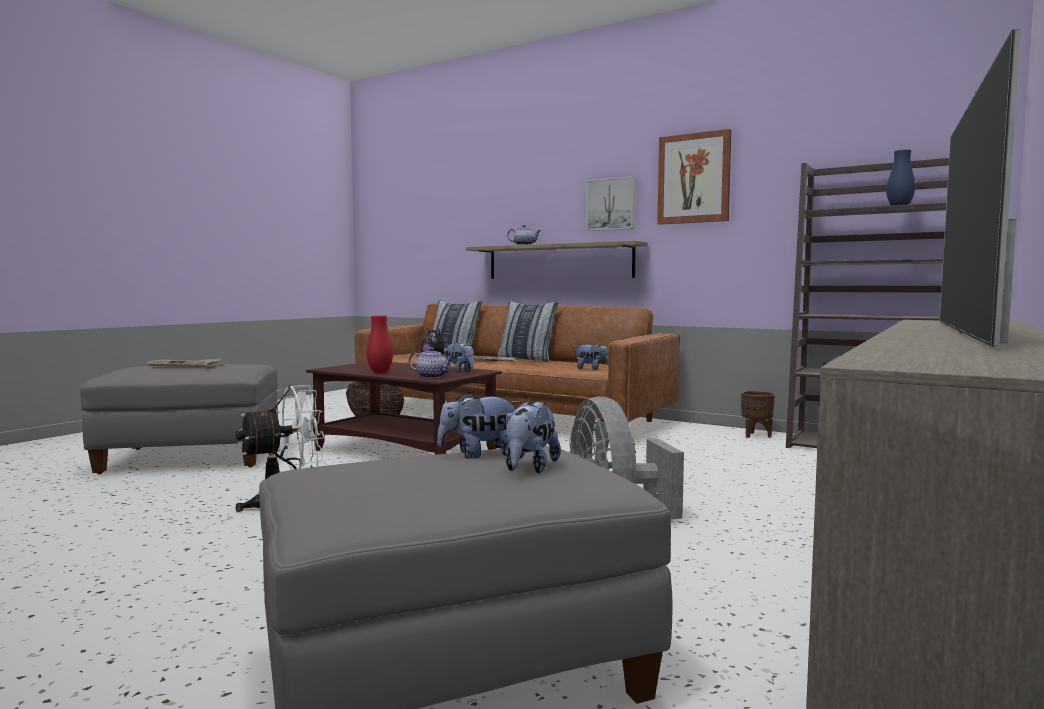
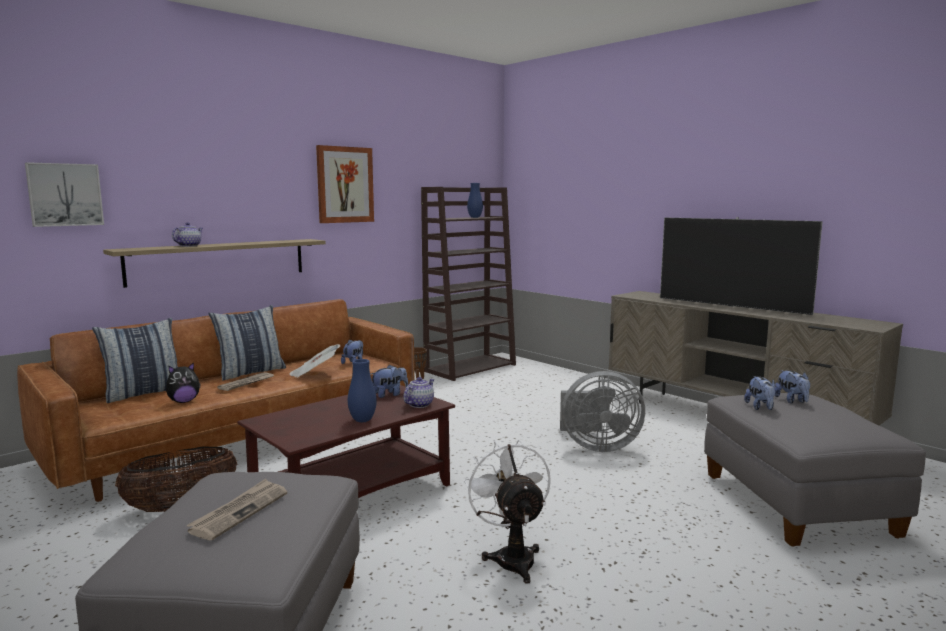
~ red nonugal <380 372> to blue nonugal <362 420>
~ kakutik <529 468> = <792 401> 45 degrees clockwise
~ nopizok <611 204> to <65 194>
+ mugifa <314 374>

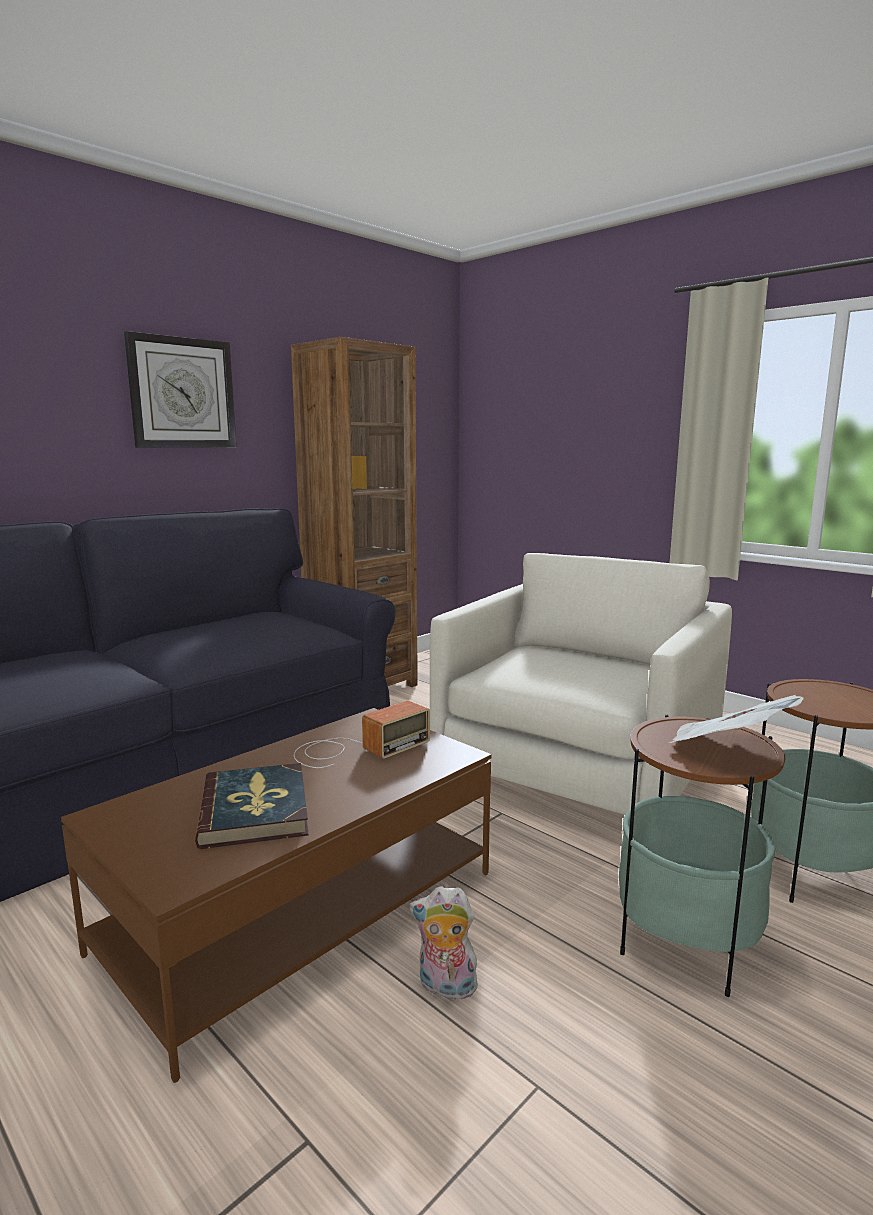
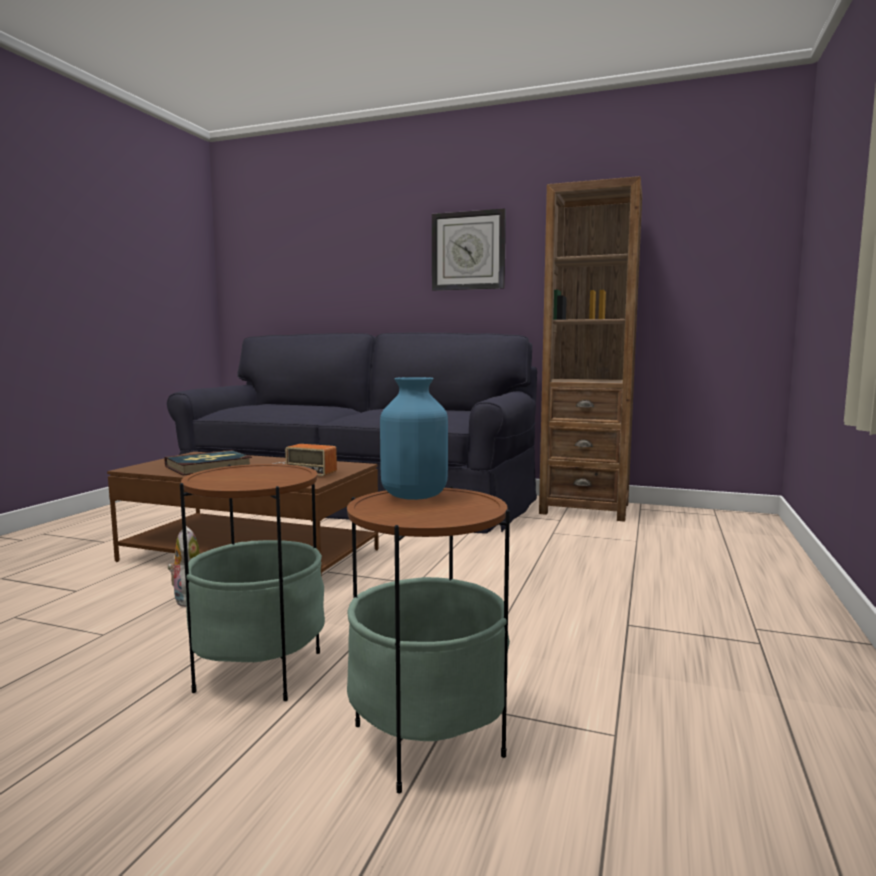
- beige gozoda <577 773>
- mugifa <727 749>
+ blue nonugal <415 496>

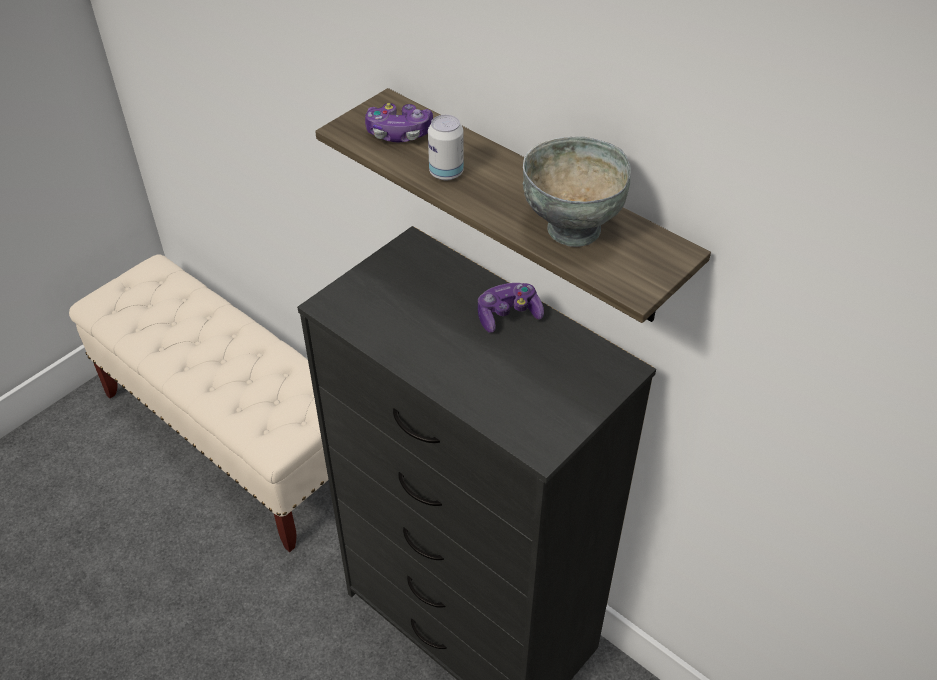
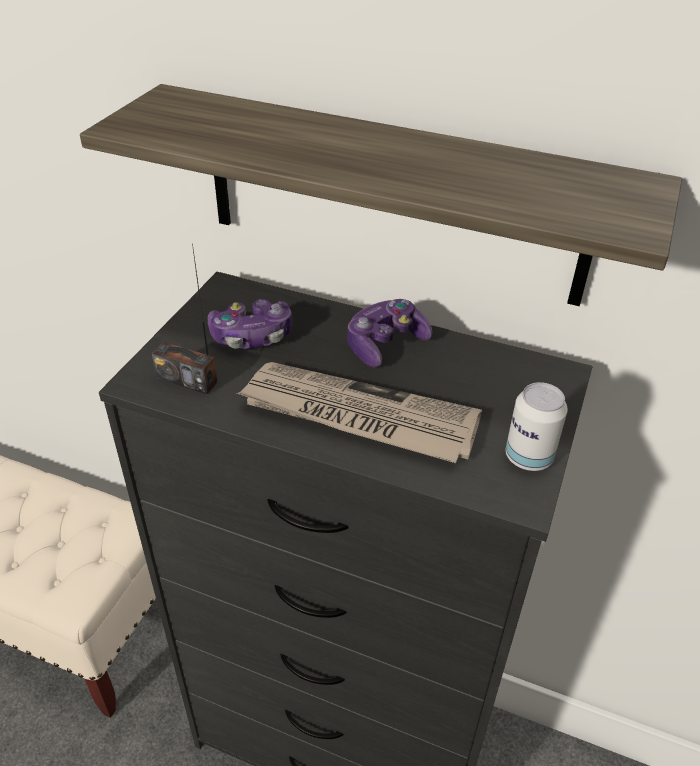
~ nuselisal <399 133> to <252 336>
~ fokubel <446 173> to <528 457>
- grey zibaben <571 230>
+ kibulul <187 380>
+ mugifa <357 416>

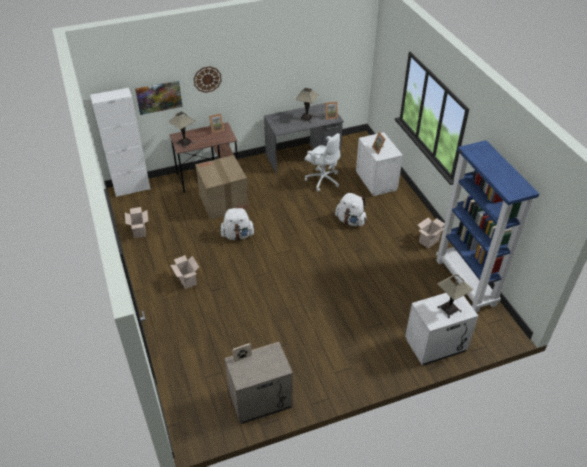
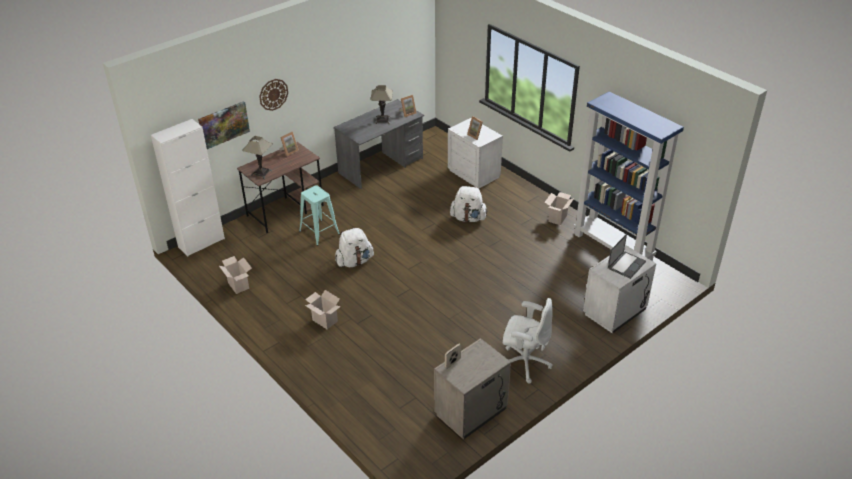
~ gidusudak <223 202> to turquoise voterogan <319 232>
~ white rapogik <322 180> to <524 363>
~ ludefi <449 309> to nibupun <626 264>

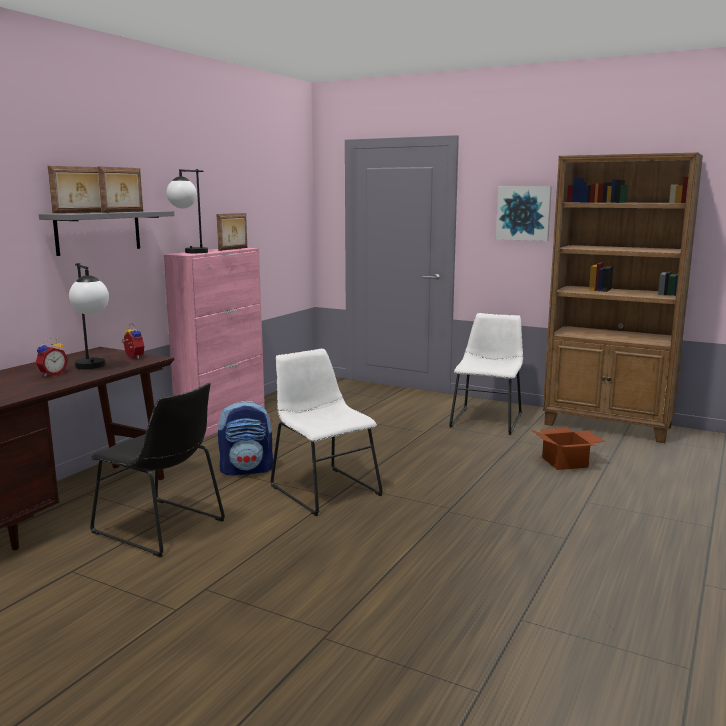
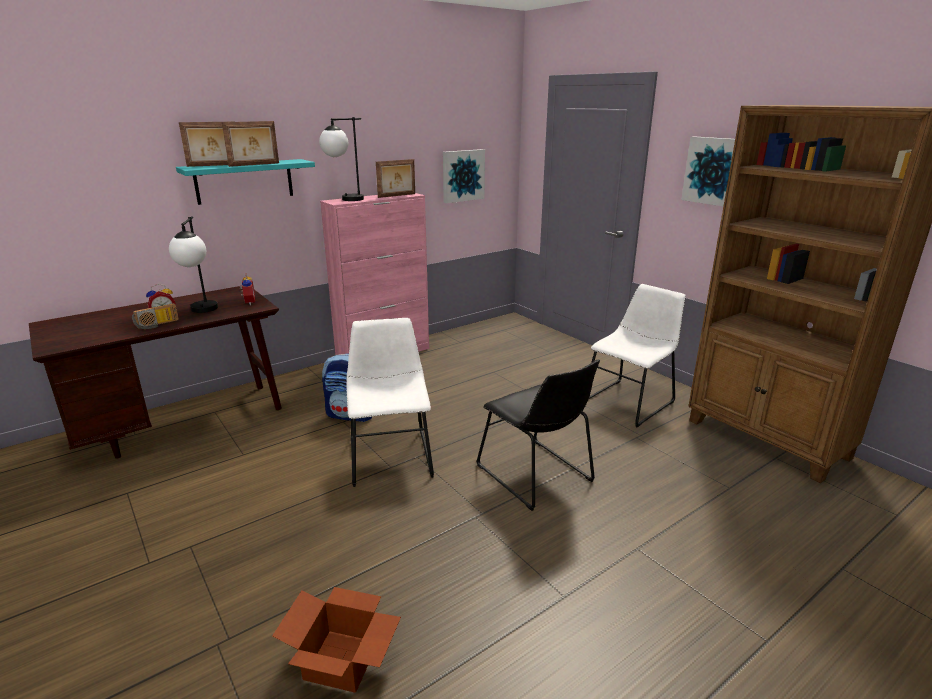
~ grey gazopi <98 232> to turquoise gazopi <244 181>
~ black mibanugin <163 528> to <537 476>
~ gidusudak <566 462> to <343 662>
+ kibulul <157 325>
+ nopizok <463 175>

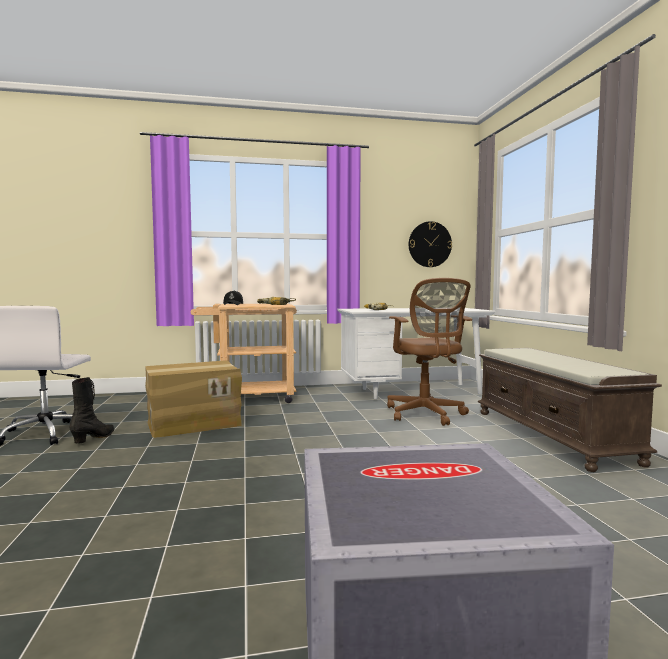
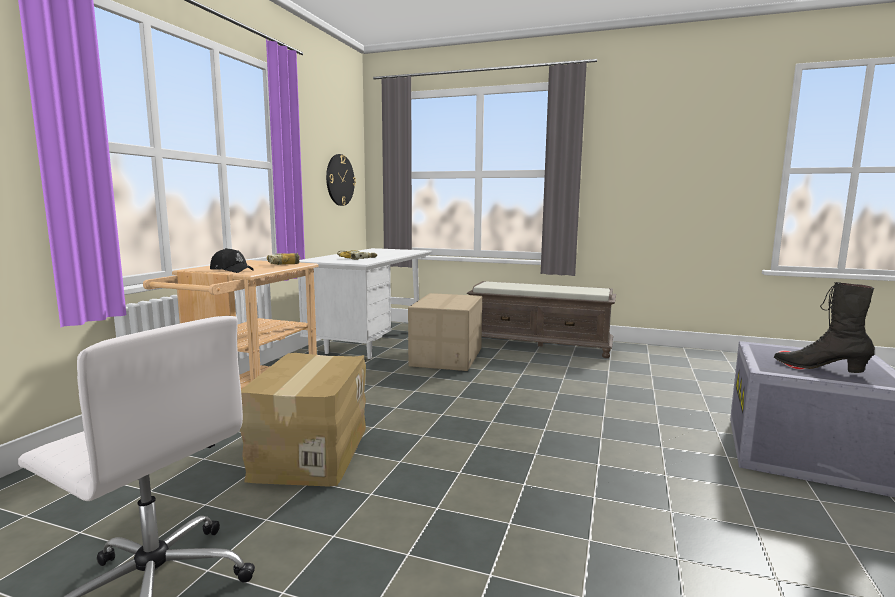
~ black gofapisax <94 438> to <819 368>
~ brown rapogik <426 414> to gidusudak <447 357>

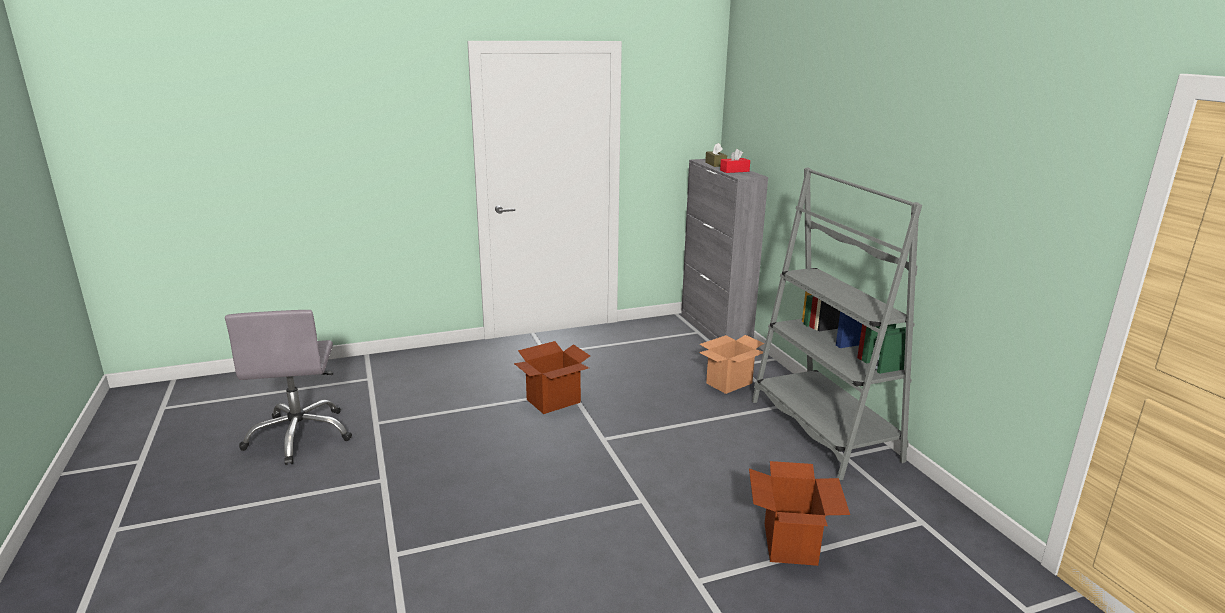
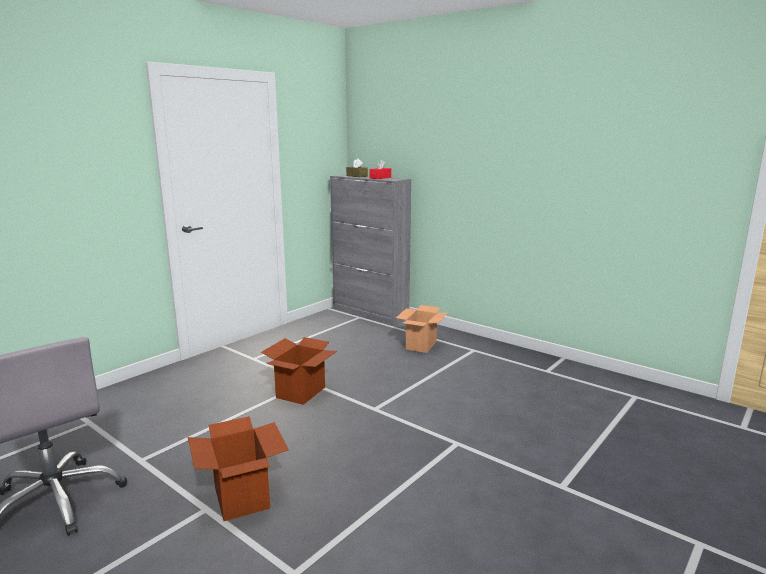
~ gidusudak <790 544> to <242 498>
- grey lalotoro <823 430>

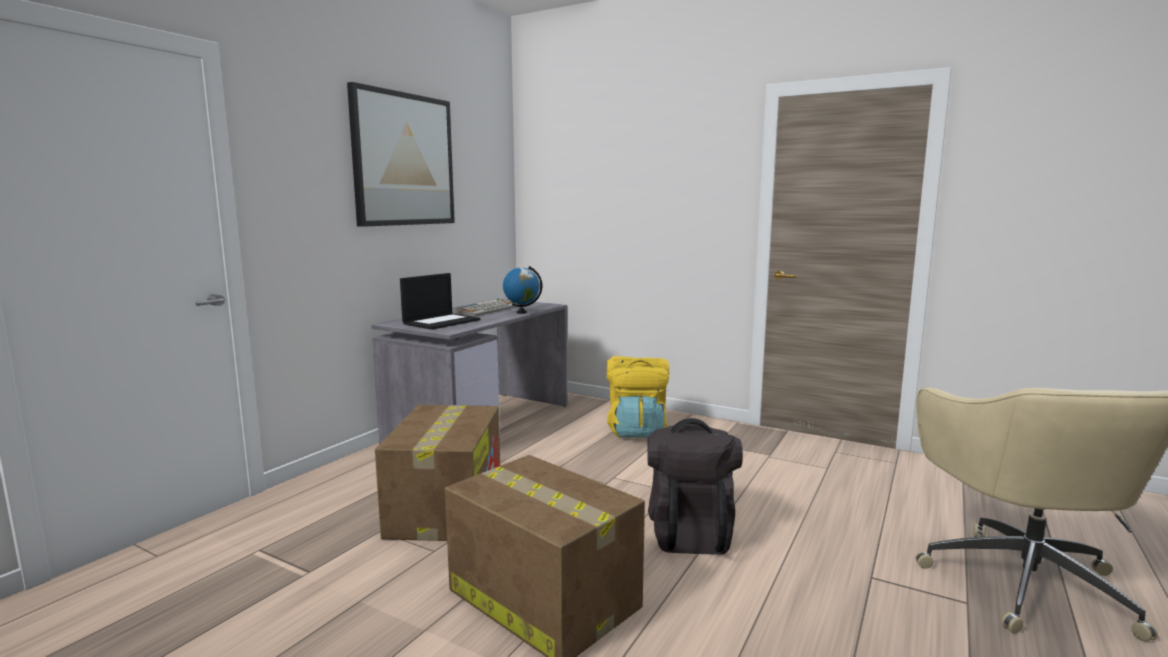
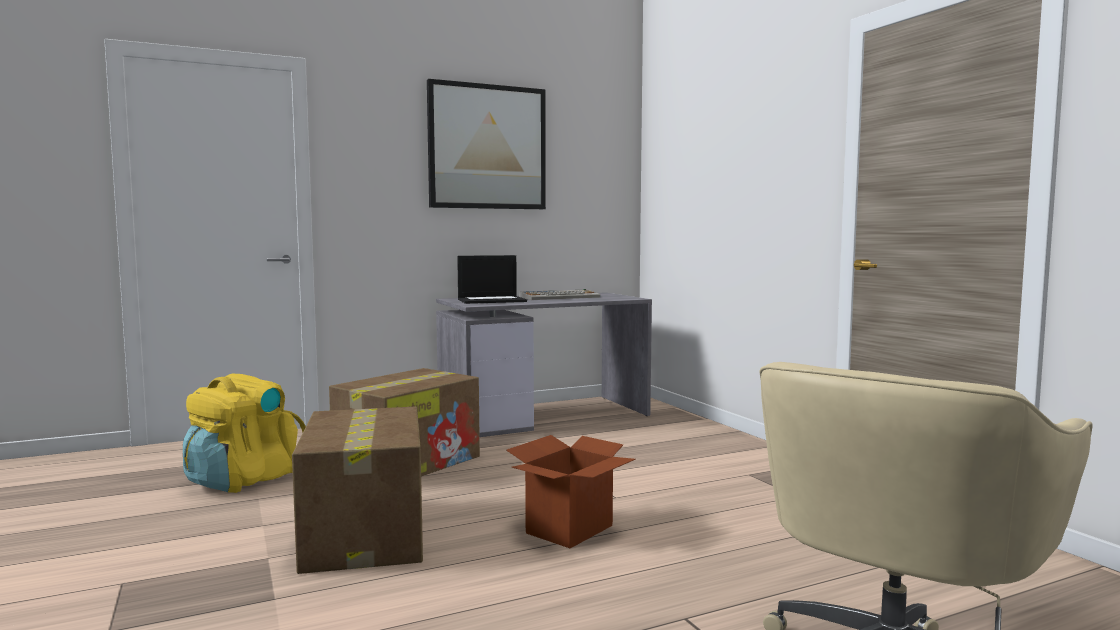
- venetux <521 312>
~ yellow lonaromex <637 431> to <243 480>
~ black lonaromex <689 532> to gidusudak <569 529>

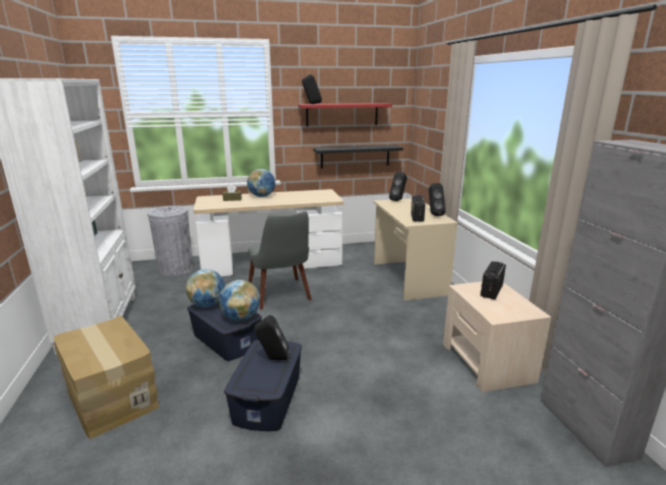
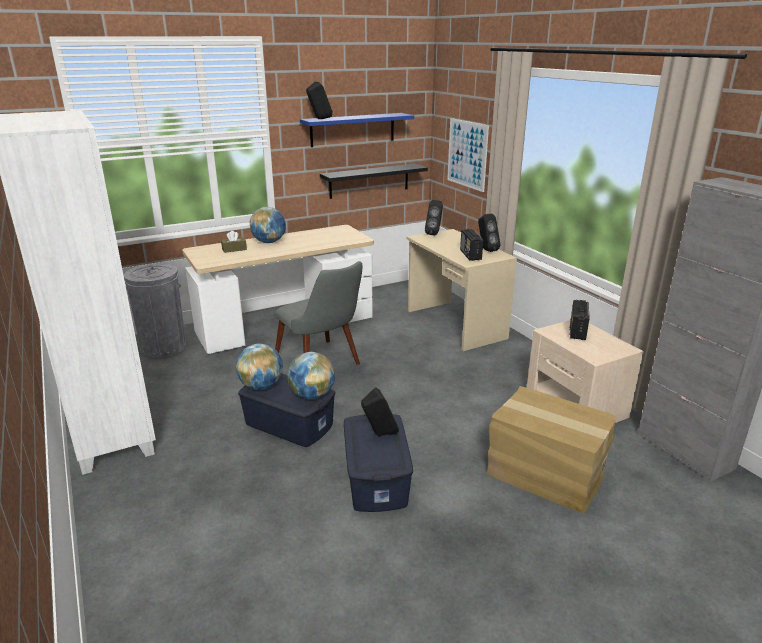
~ gidusudak <110 397> to <545 474>
~ red gazopi <342 114> to blue gazopi <352 129>
+ nopizok <467 154>

